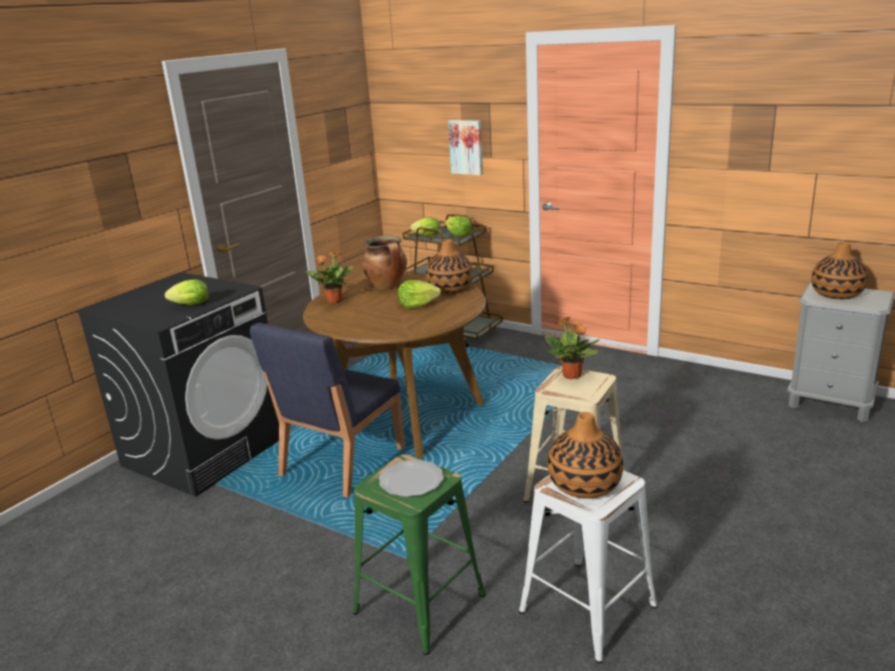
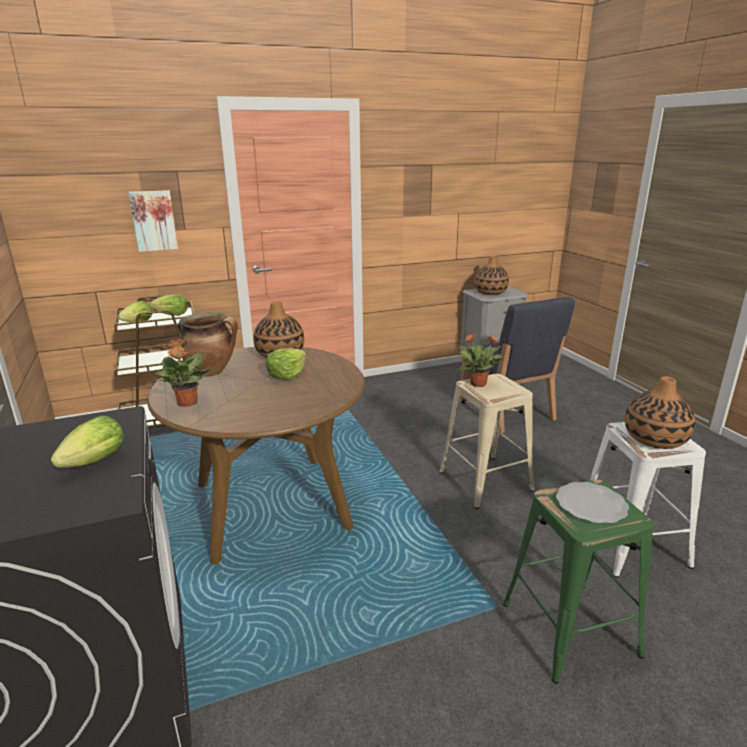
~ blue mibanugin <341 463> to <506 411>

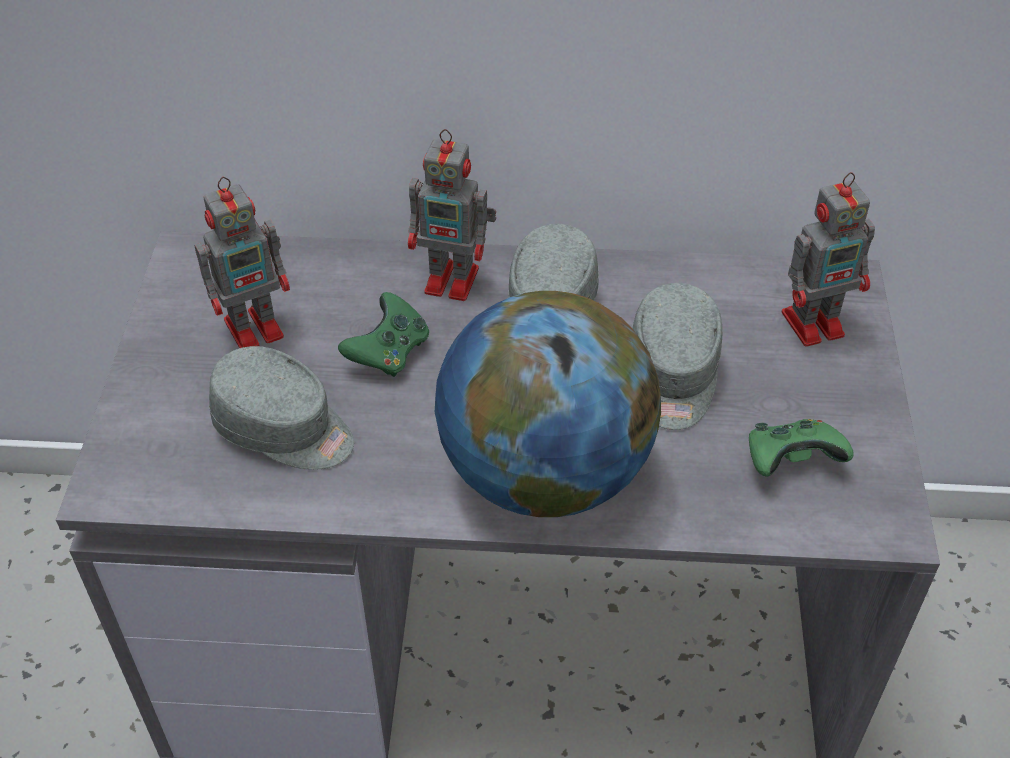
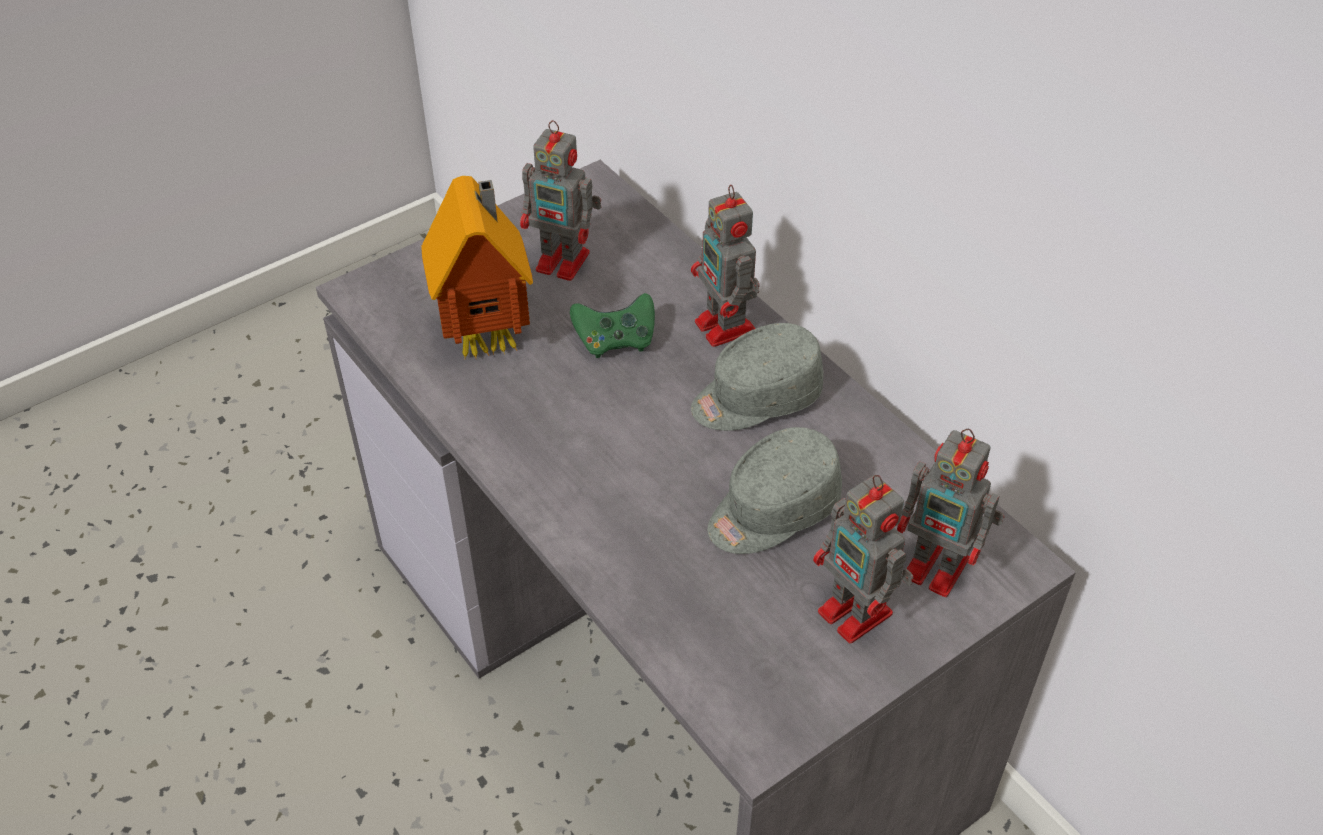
~ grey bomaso <285 430> to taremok <490 337>
- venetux <544 473>
- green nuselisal <791 462>
+ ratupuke <857 615>

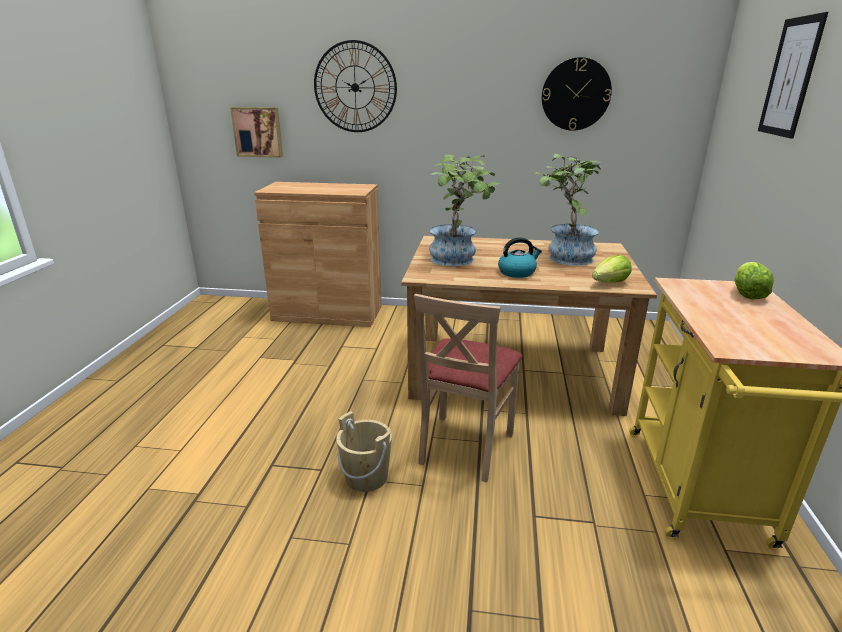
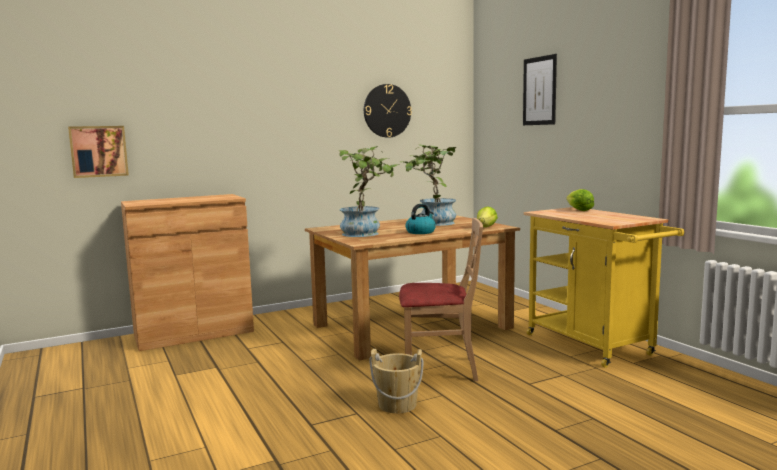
- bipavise <355 87>
~ beige mibanugin <464 446> = <440 370> 75 degrees counterclockwise

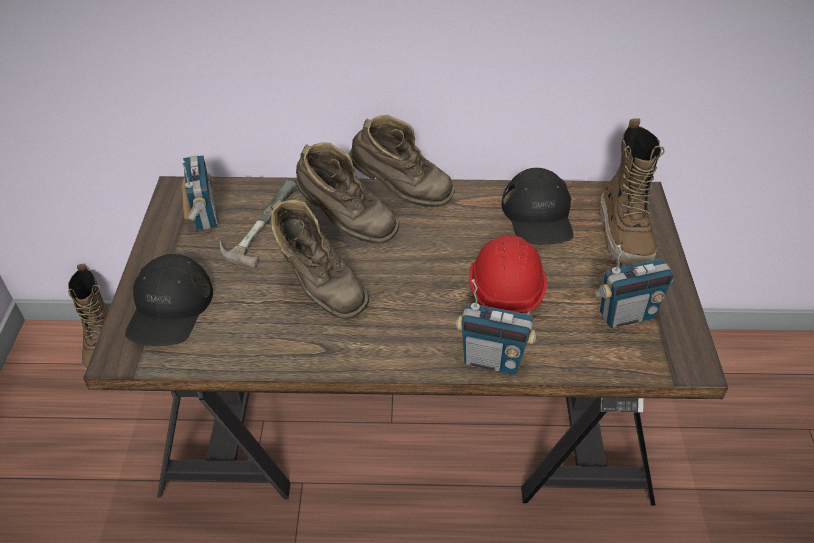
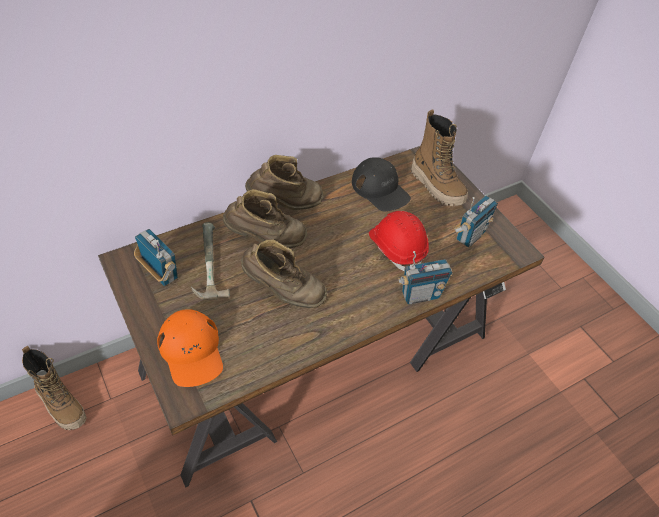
~ black bomaso <169 308> to orange bomaso <191 351>

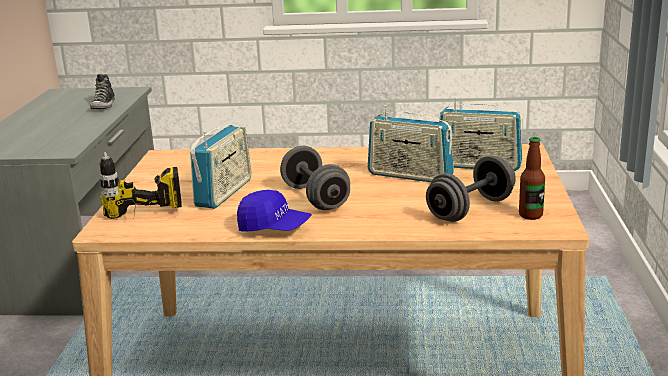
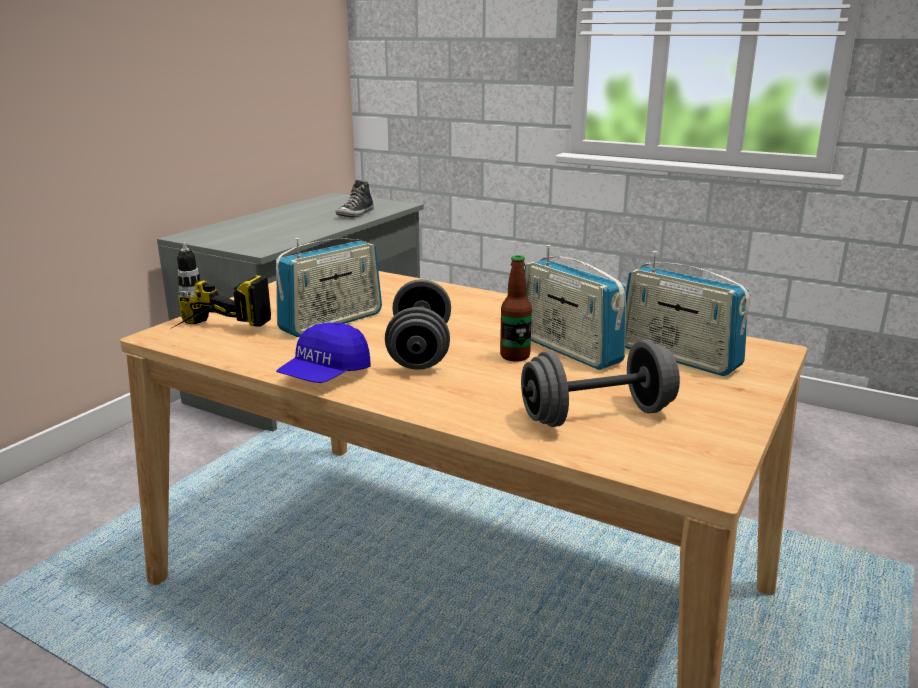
~ blue bomaso <274 228> = <325 376> 75 degrees clockwise
~ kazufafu <530 215> to <515 356>

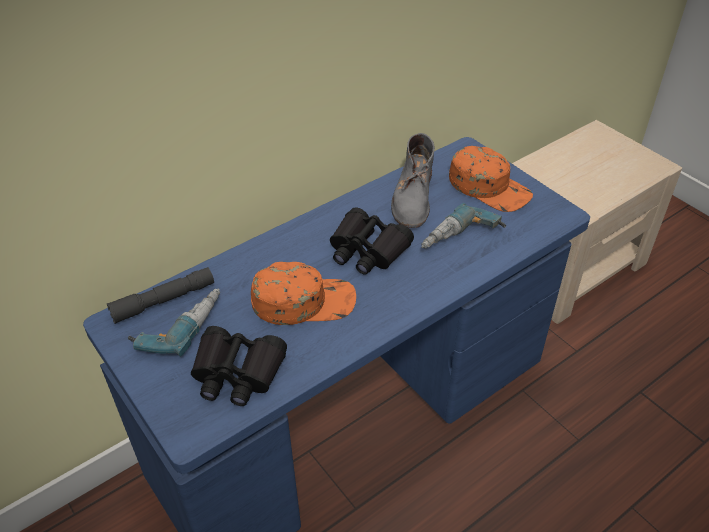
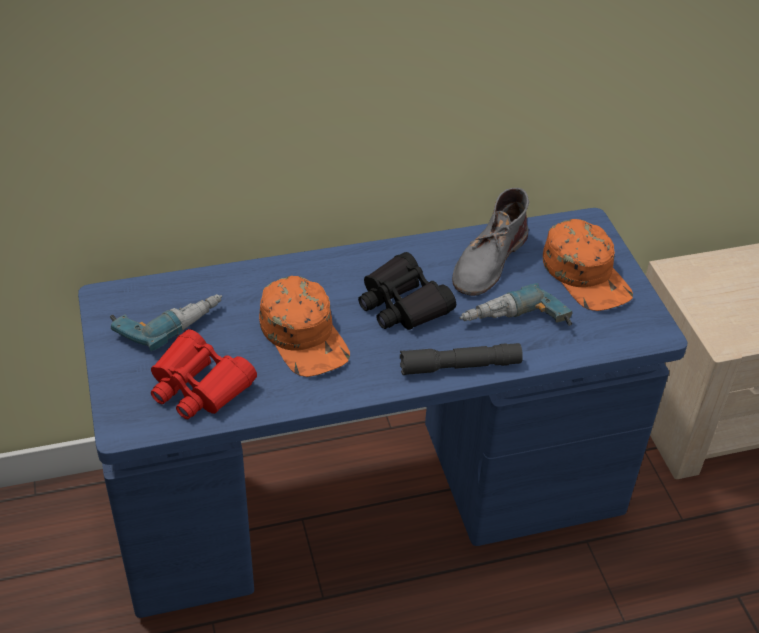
~ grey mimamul <163 301> to <460 366>
~ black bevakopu <237 373> to red bevakopu <199 386>
~ orange bomaso <304 300> = <305 336> 45 degrees clockwise

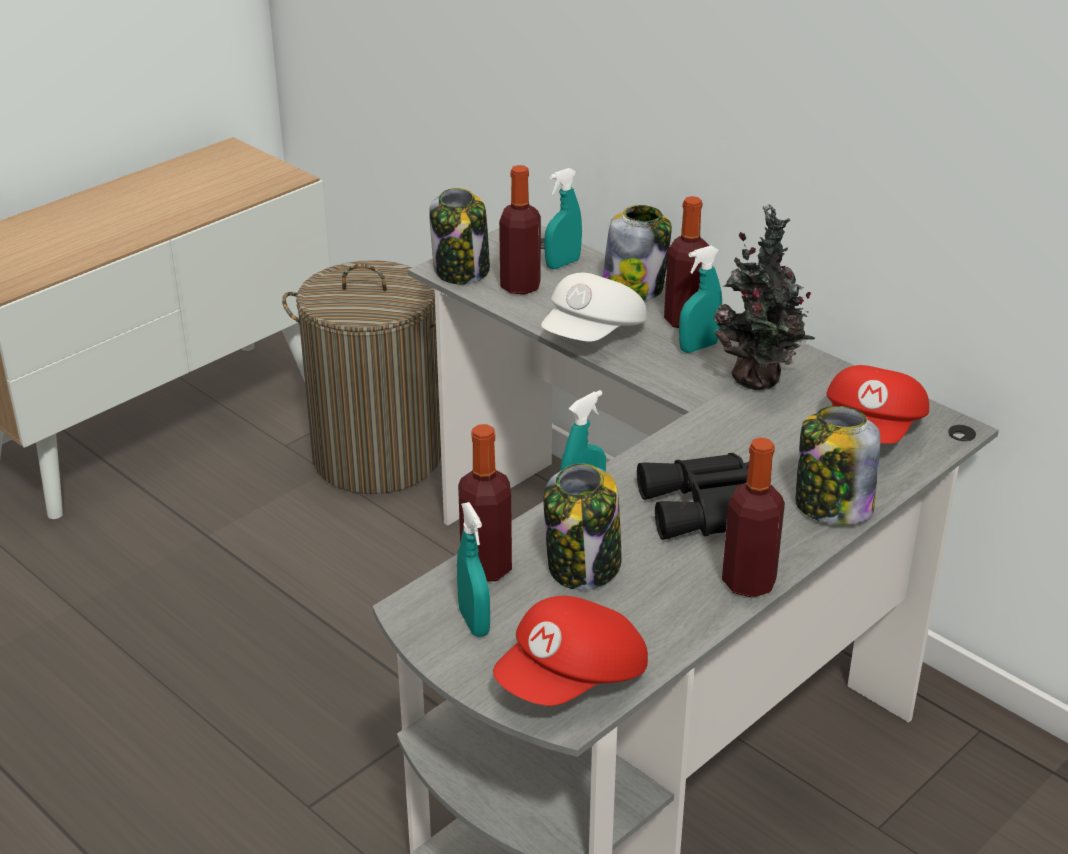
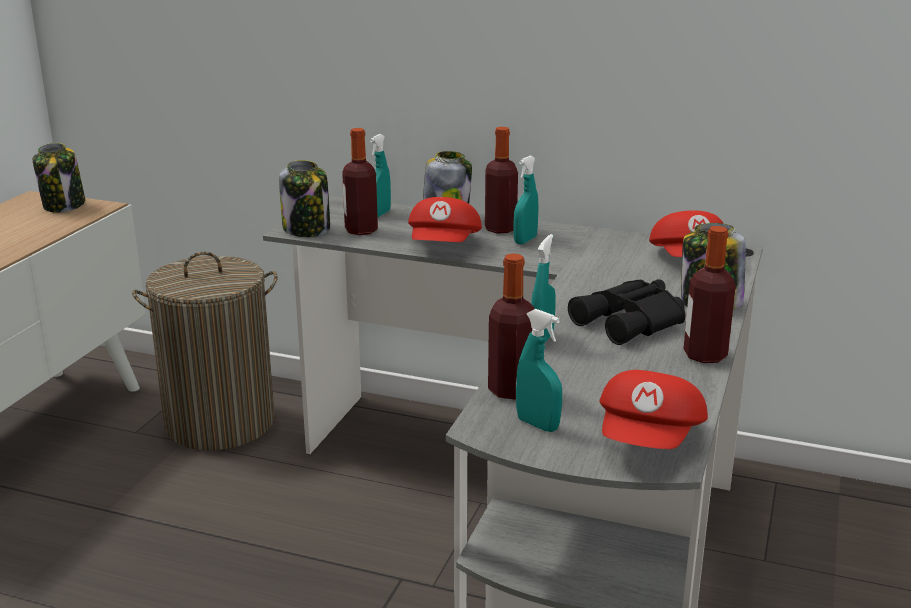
~ white bomaso <594 335> to red bomaso <445 246>
~ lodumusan <583 566> to <64 205>
- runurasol <759 382>

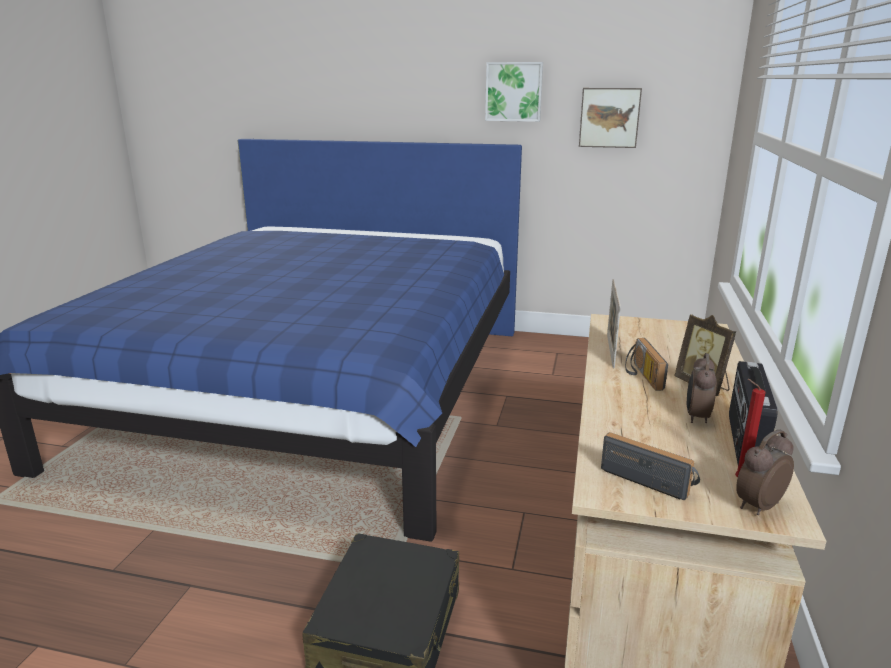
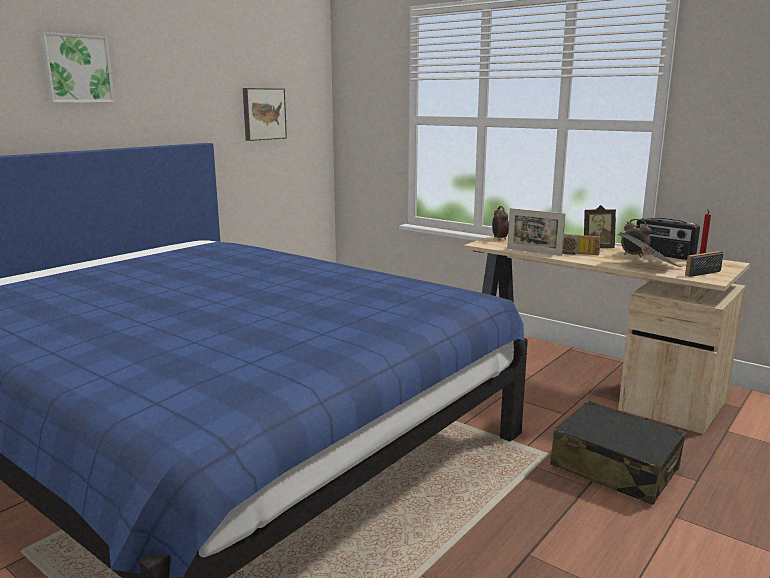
~ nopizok <514 92> to <76 69>
~ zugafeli <757 505> to <499 239>
+ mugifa <647 266>

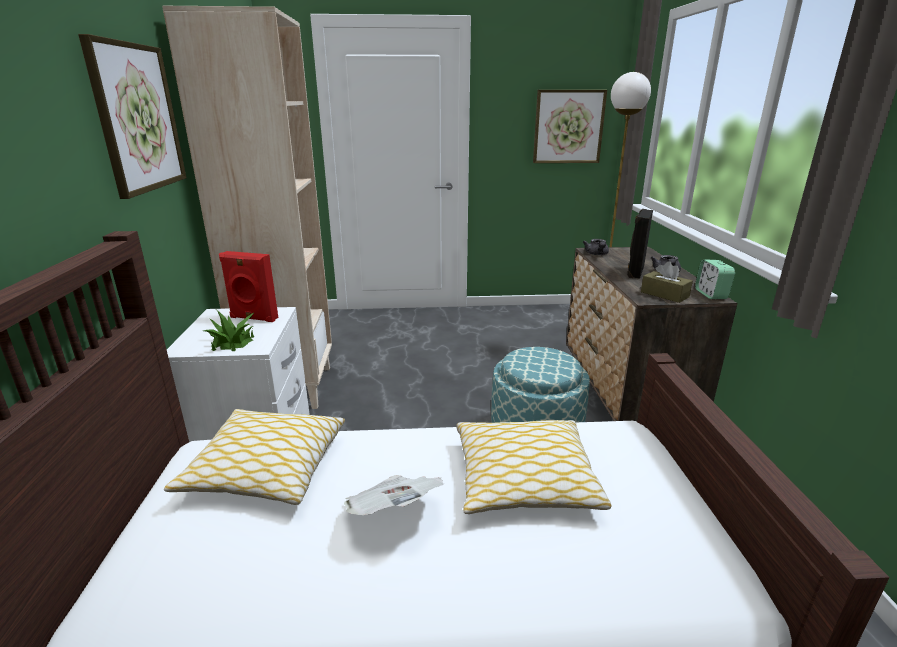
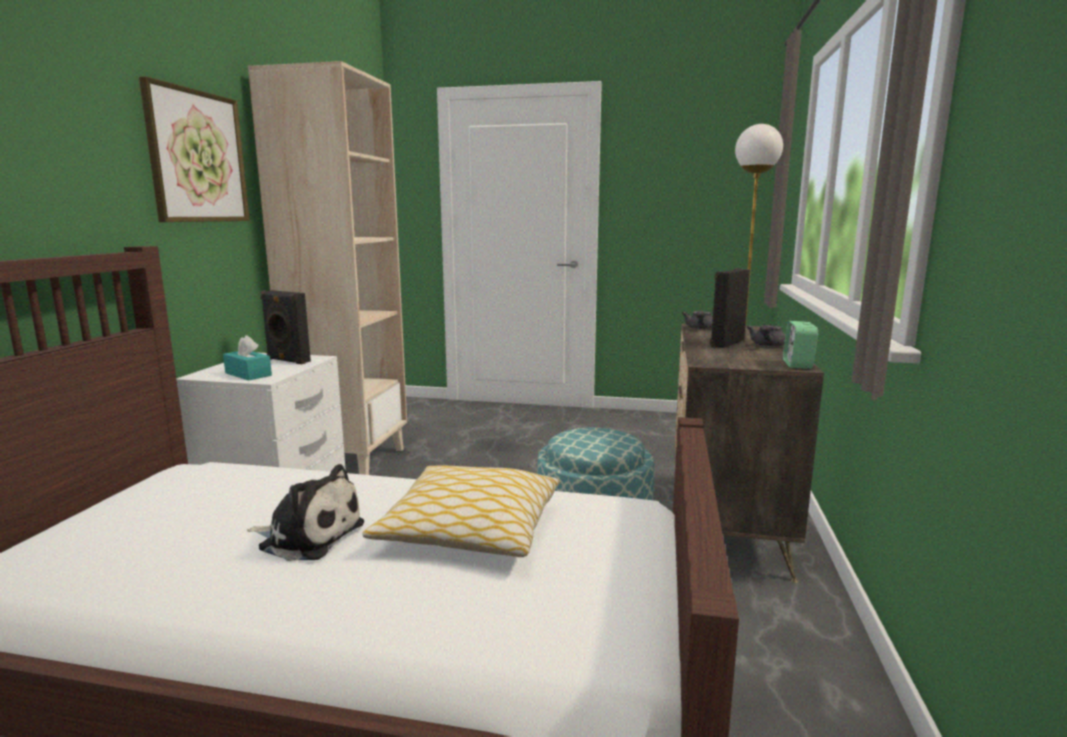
- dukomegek <266 469>
~ runurasol <232 342> to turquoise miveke <248 374>
~ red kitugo <253 318> to black kitugo <287 360>
~ mugifa <394 513> to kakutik <308 536>
- nopizok <568 127>
- brown miveke <664 294>

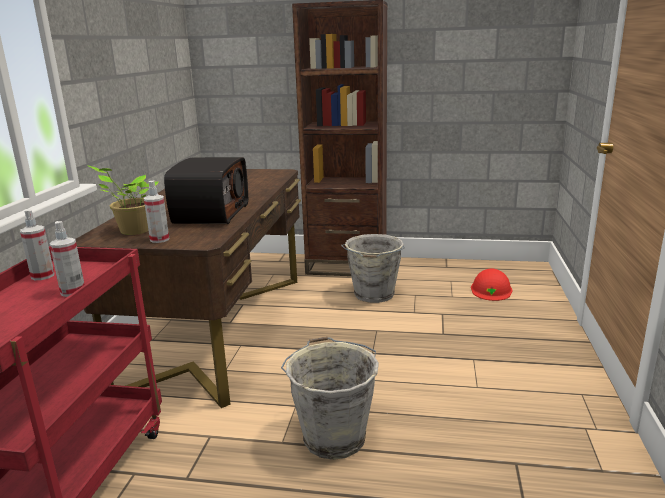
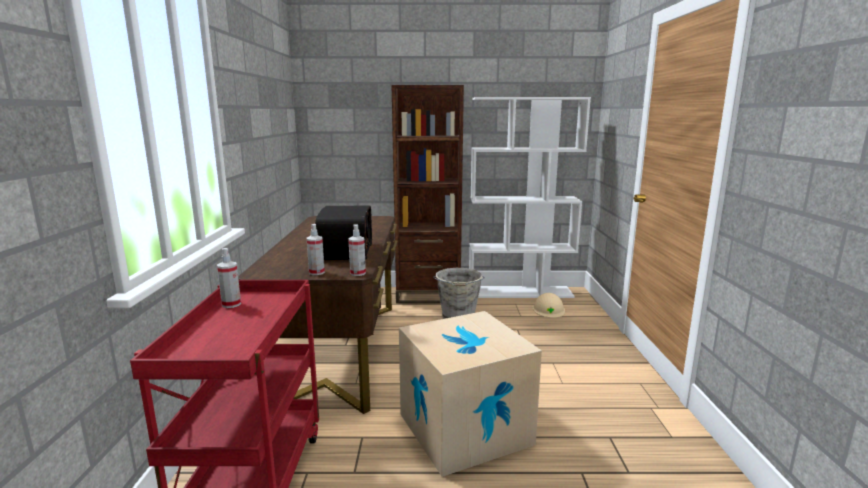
~ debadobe <73 292> to <357 273>
- runurasol <132 231>
~ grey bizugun <333 436> to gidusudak <464 429>
~ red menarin <491 290> to beige menarin <548 309>
+ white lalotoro <520 292>

